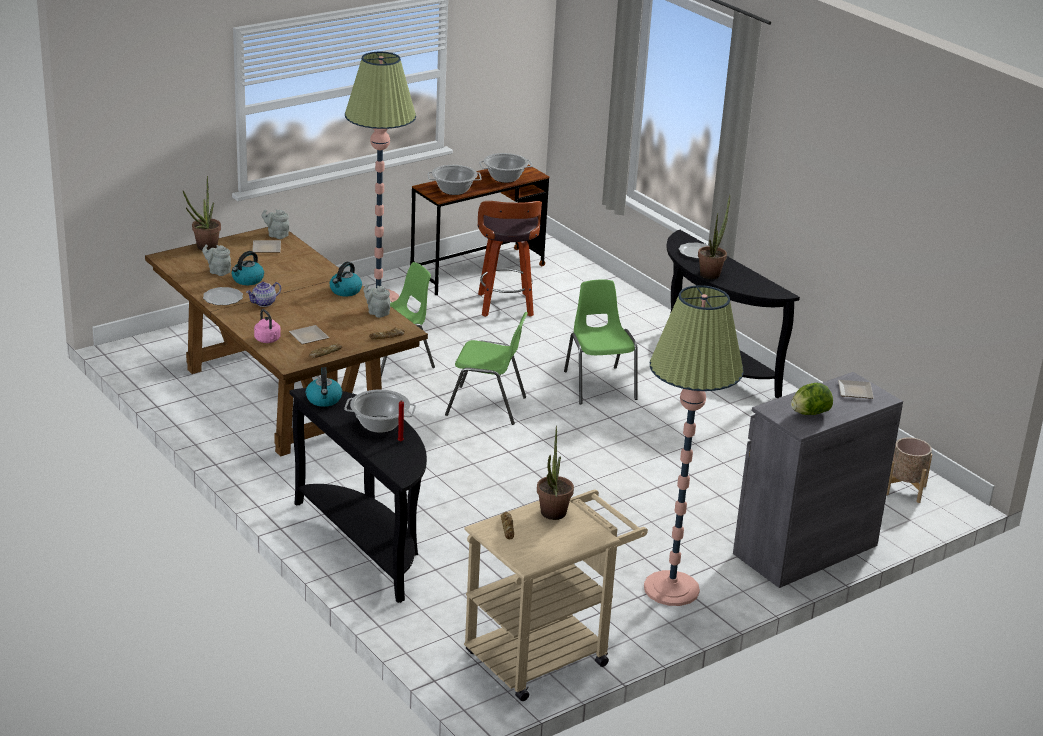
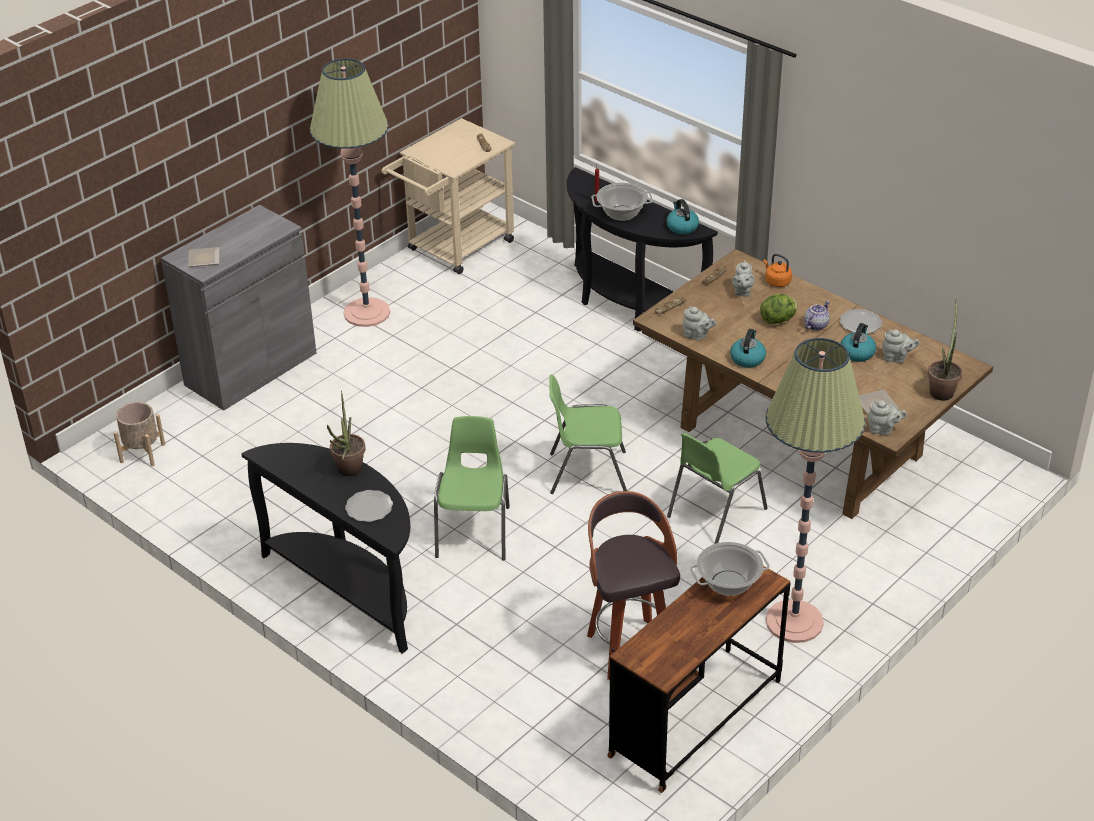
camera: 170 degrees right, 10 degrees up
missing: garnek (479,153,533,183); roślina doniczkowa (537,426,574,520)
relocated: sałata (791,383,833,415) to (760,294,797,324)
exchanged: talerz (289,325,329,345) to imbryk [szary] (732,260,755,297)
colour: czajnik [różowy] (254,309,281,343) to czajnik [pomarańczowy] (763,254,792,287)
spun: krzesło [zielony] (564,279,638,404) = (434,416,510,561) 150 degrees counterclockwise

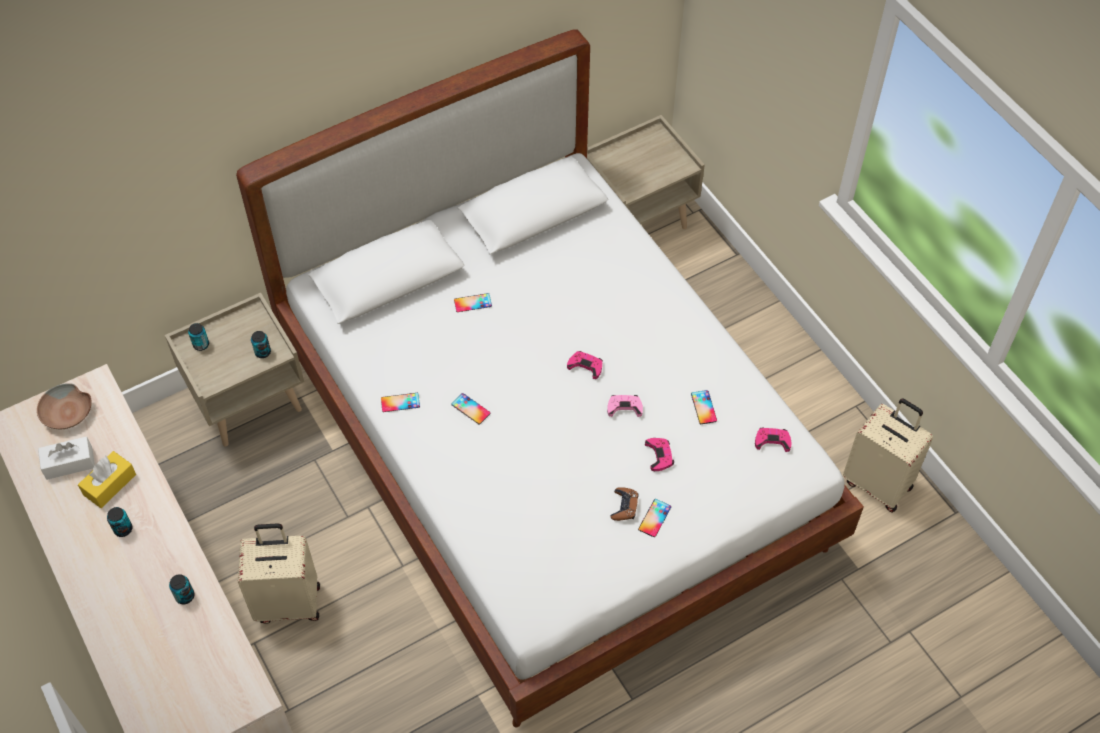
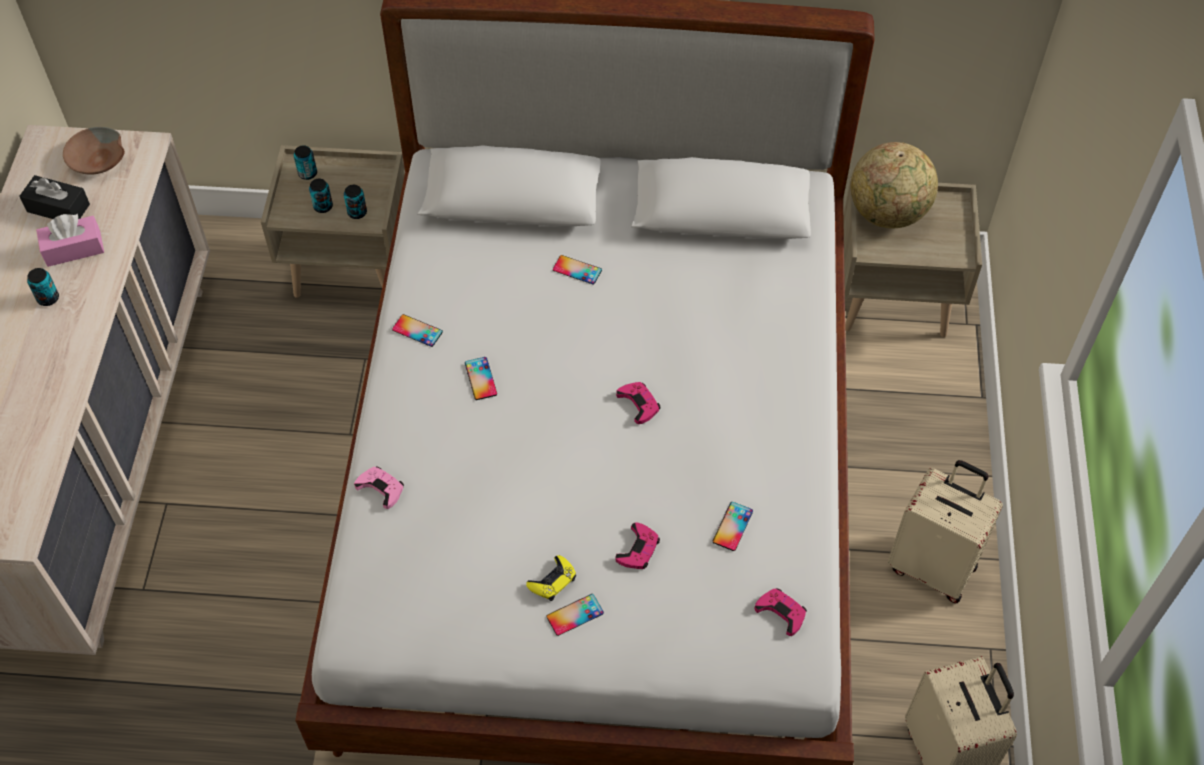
camera: 35 degrees right, 0 degrees up
appeared: globus (850,142,938,228)
relocated: puszka (169,574,194,604) to (309,179,333,213); pad do gier [różowy] (607,395,643,417) to (354,466,404,509); walizka [beżowy] (238,524,320,624) to (888,460,1003,603)
colour: pudełko chusteczek [biały] (38,436,95,480) to pudełko chusteczek [czarny] (19,175,90,219); pudełko chusteczek [żółty] (78,451,136,508) to pudełko chusteczek [różowy] (36,214,104,267); pad do gier [brązowy] (610,487,639,521) to pad do gier [żółty] (526,555,576,601)

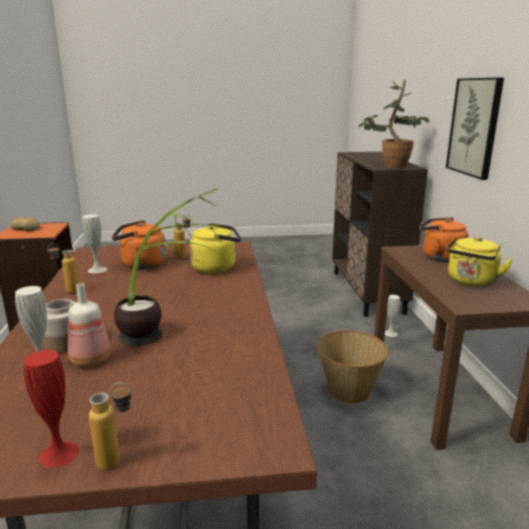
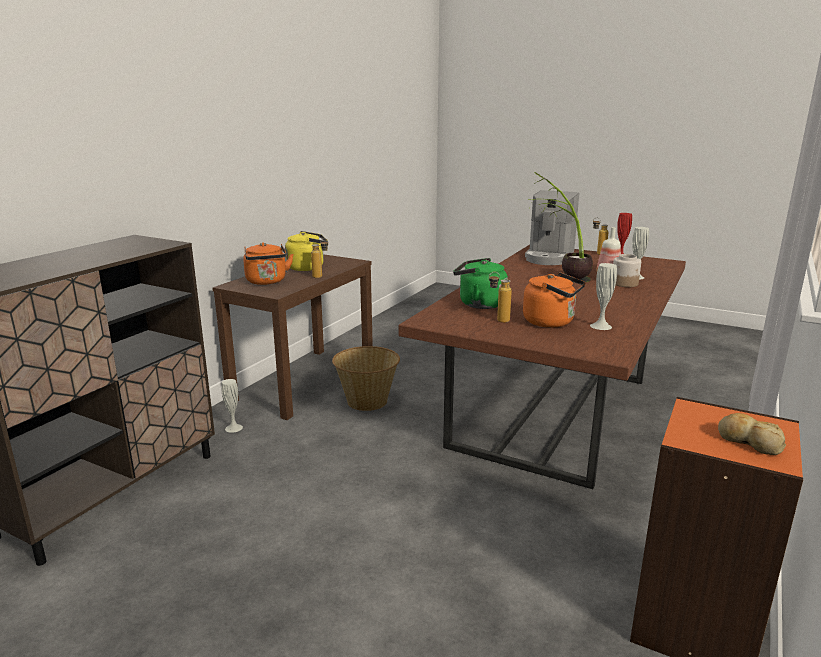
camera: 145 degrees left, 0 degrees up
missing: roślina doniczkowa (359,80,429,169); obraz (446,78,504,180)
appeared: ekspres do kawy (525,190,579,265)
relocated: butelka (47,243,79,293) to (311,238,328,278)
colour: czajnik [żółty] (190,223,241,273) to czajnik [zielony] (453,258,508,309)

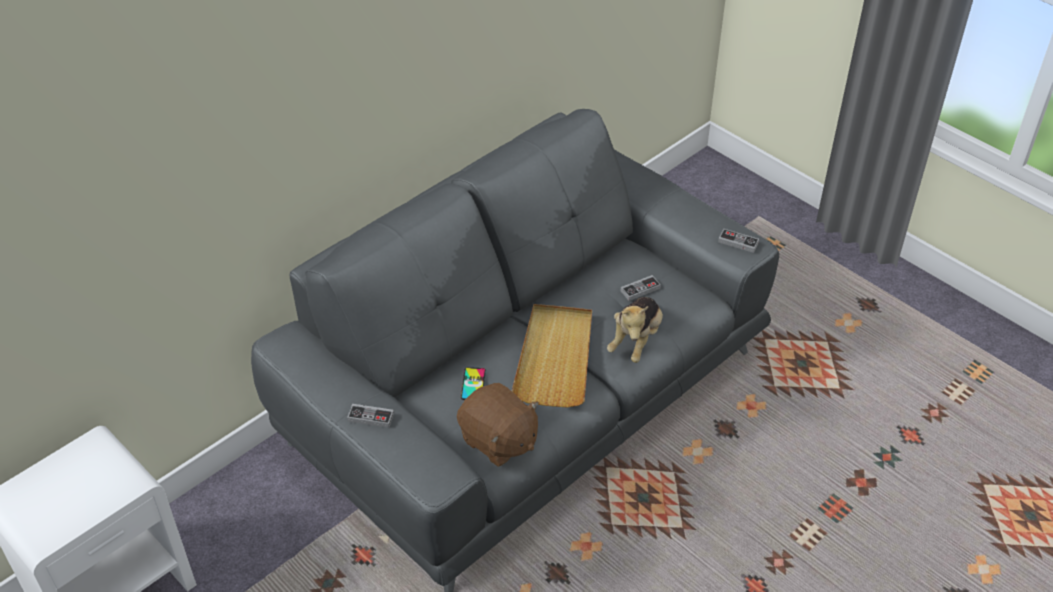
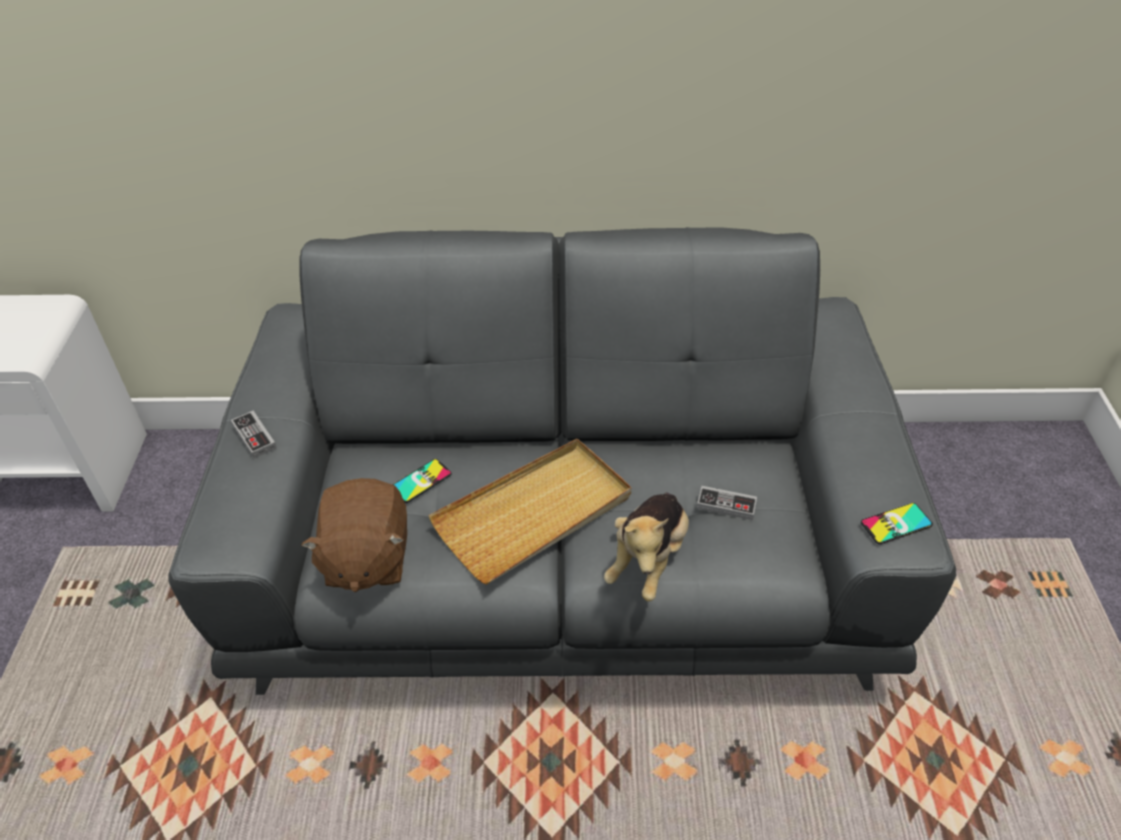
camera: 45 degrees right, 0 degrees up
exchanged: pad do gier (718,229,759,253) to telefon (861,503,933,544)
spun: pluszak (607,297,663,363) = (604,492,689,601) 45 degrees counterclockwise

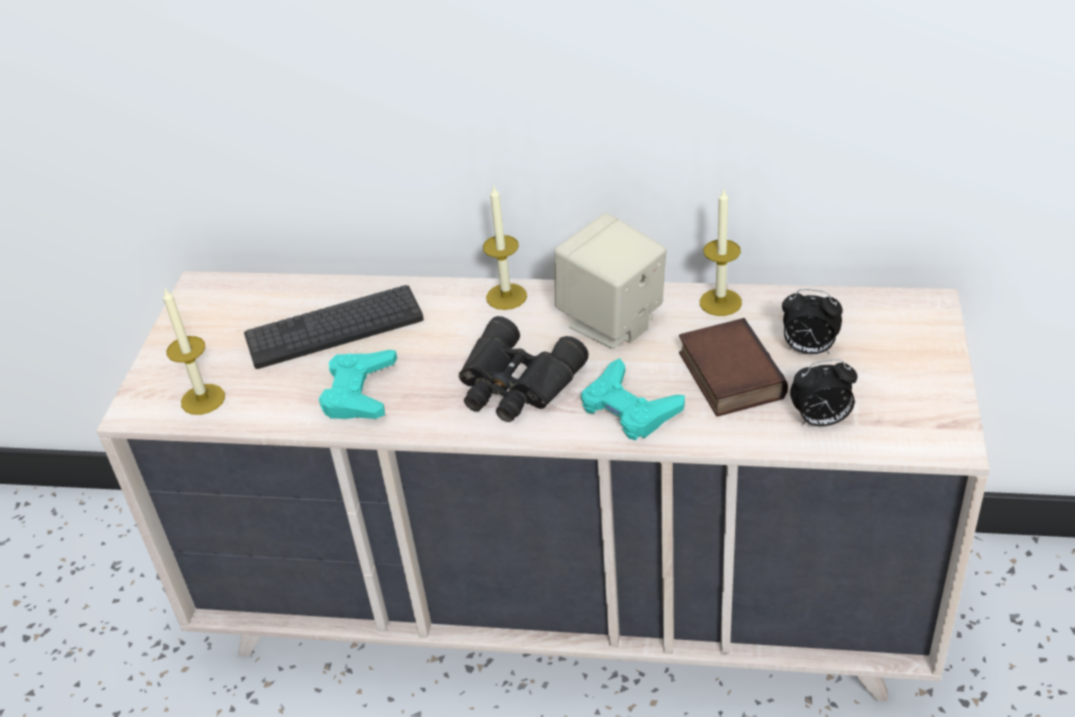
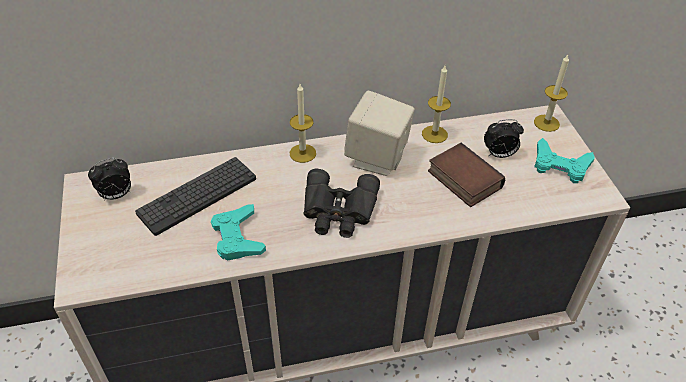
camera: 25 degrees left, 5 degrees up
relocated: budzik (790,359,858,427) to (88,158,131,201); świeca (163,287,225,415) to (534,55,569,132); pad do gier [turkusowy] (581,358,685,440) to (534,138,595,183)

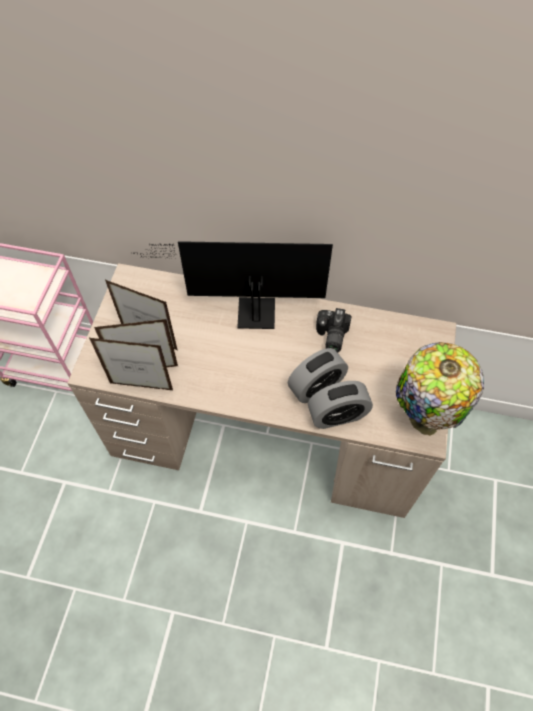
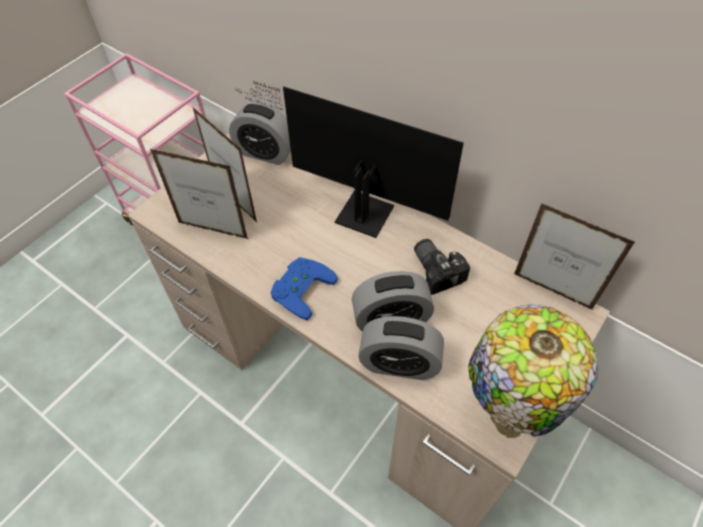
camera: 25 degrees right, 5 degrees down
appeared: budzik (229,102,291,165); pad do gier [niebieski] (270,257,338,320)
relocated: ramka na zdjęcie (89,338,174,391) to (514,203,635,310)
spun: aparat fotograficzny (316,308,352,353) = (414,239,470,295) 120 degrees clockwise

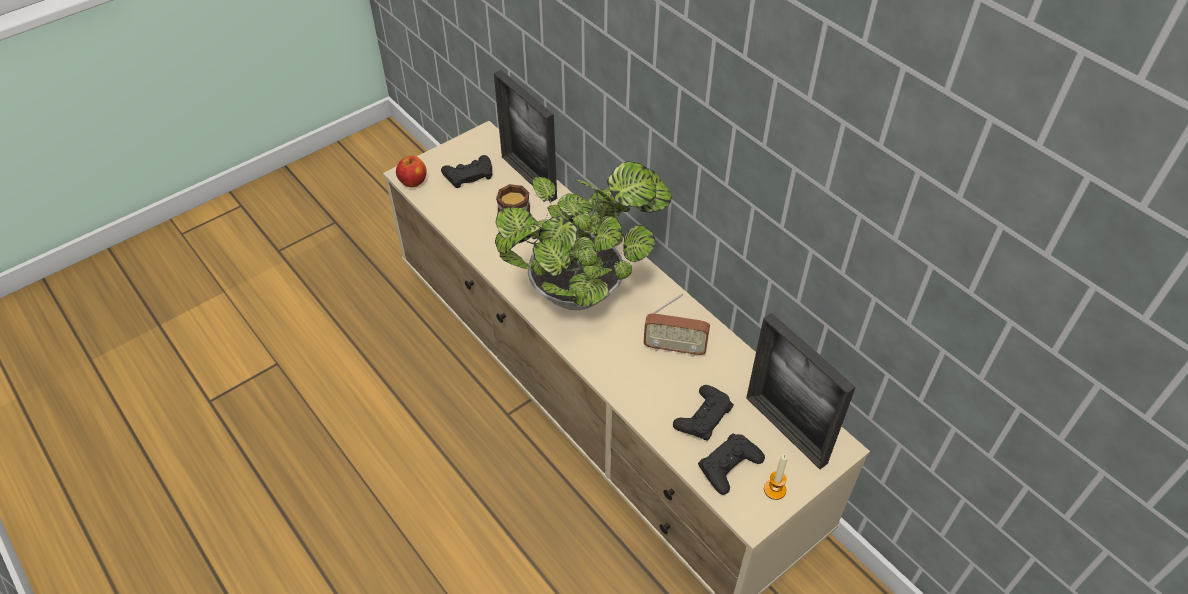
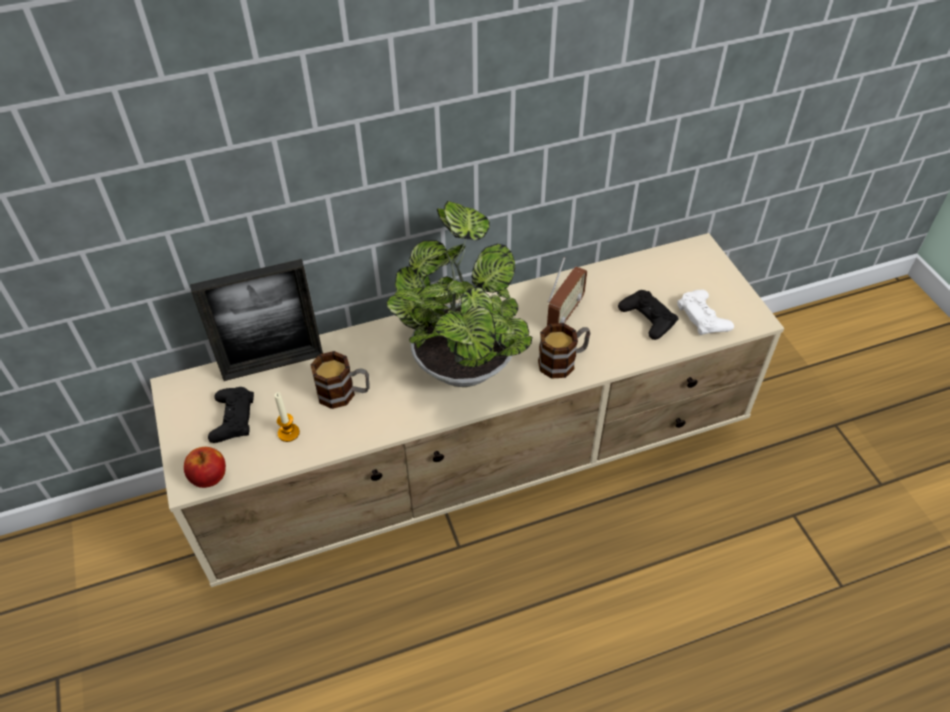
camera: 70 degrees left, 0 degrees up
missing: ramka na zdjęcie (746,313,856,469)
appeared: kubek (538,323,591,379)
relocated: świeca (764,454,788,500) to (274,392,300,442)
colour: pad do gier [czarny] (698,433,765,495) to pad do gier [biały] (677,289,734,335)

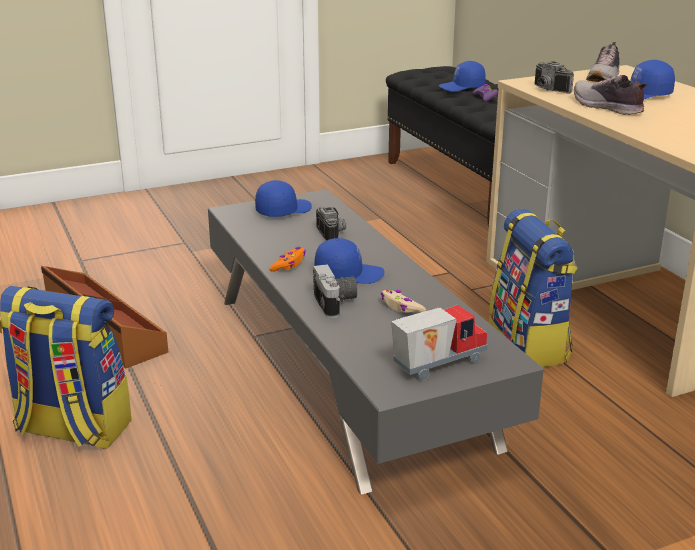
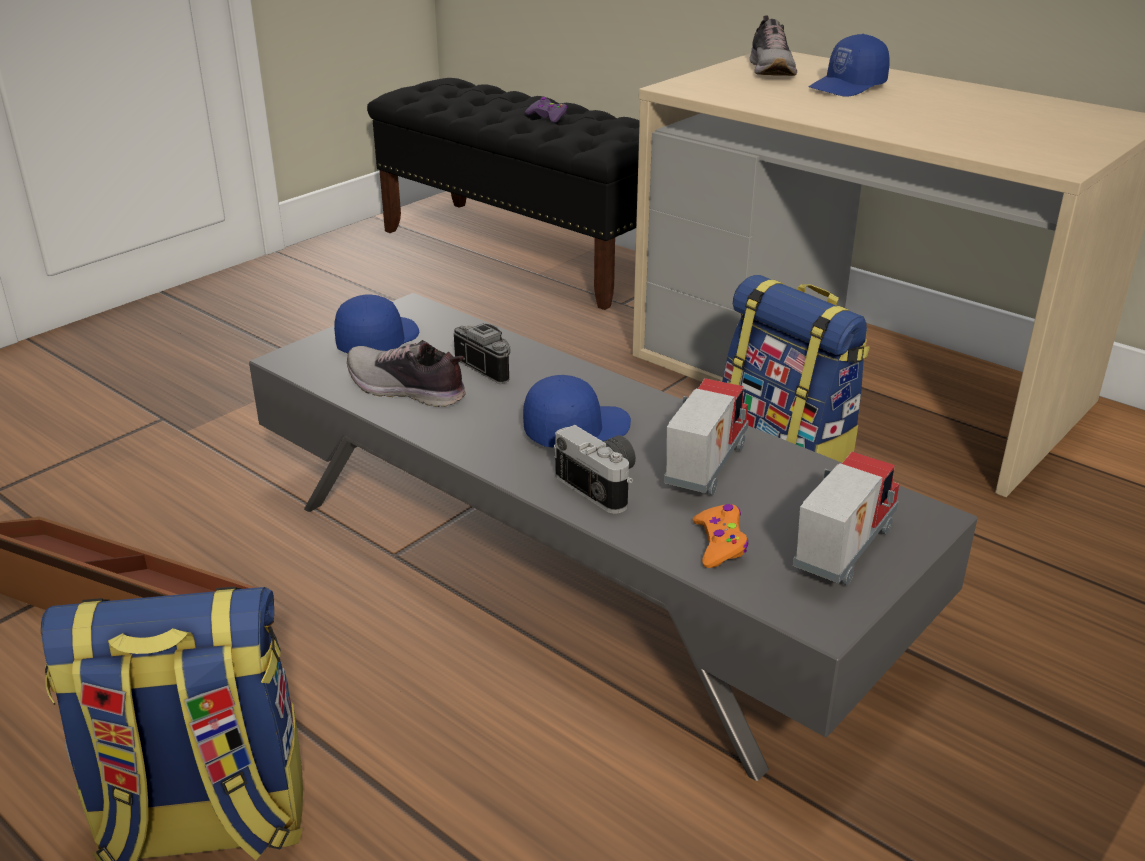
camera: 25 degrees left, 5 degrees up
missing: czapka z daszkiem [niebieski] (439,61,486,92); aparat fotograficzny (534,62,574,93)
relocated: but (574,75,648,115) to (347,340,466,407); pad do gier [pomarańczowy] (269,247,306,272) to (693,504,748,568)
exchanged: pad do gier [beżowy] (381,290,426,313) to ciężarówka zabawkowa (664,378,748,496)

